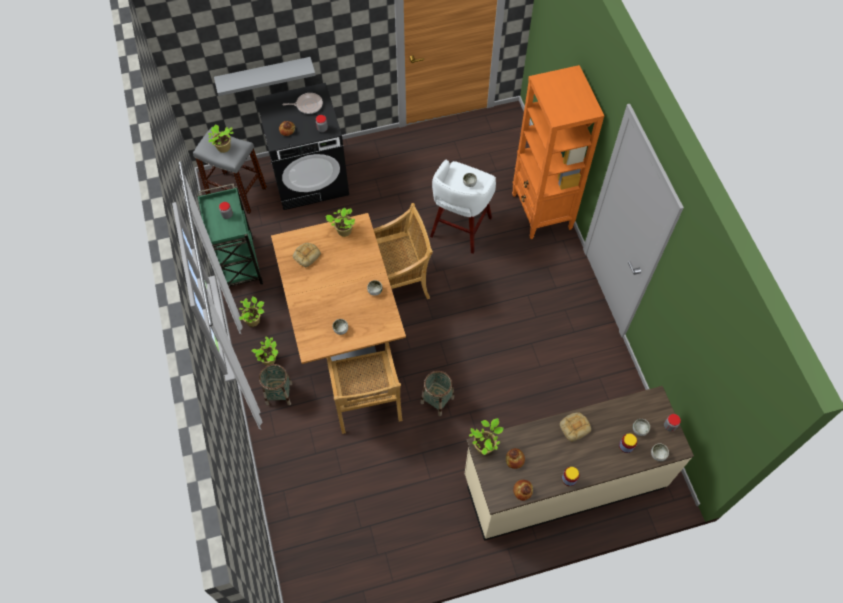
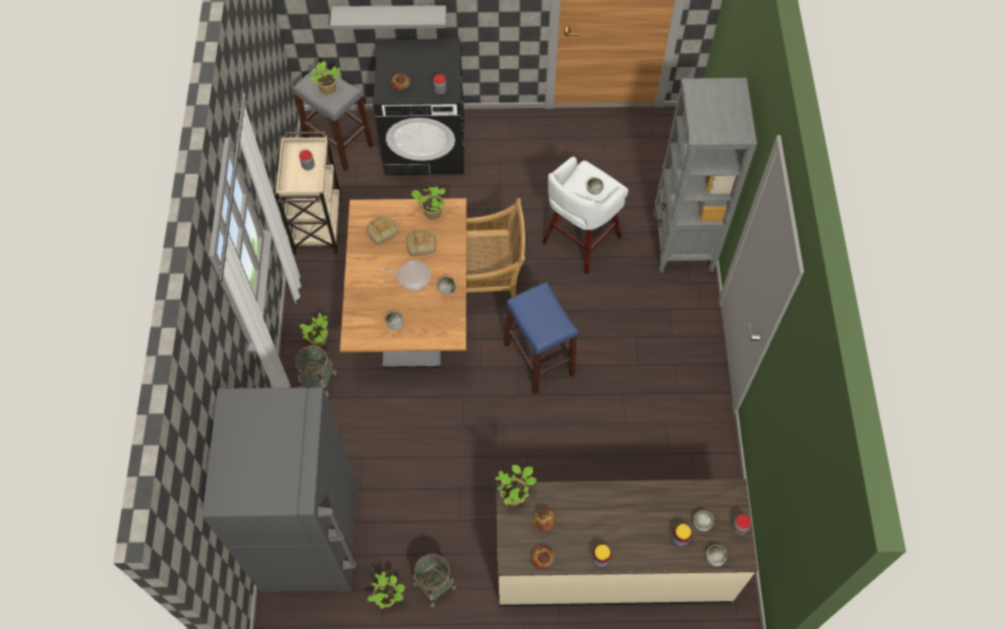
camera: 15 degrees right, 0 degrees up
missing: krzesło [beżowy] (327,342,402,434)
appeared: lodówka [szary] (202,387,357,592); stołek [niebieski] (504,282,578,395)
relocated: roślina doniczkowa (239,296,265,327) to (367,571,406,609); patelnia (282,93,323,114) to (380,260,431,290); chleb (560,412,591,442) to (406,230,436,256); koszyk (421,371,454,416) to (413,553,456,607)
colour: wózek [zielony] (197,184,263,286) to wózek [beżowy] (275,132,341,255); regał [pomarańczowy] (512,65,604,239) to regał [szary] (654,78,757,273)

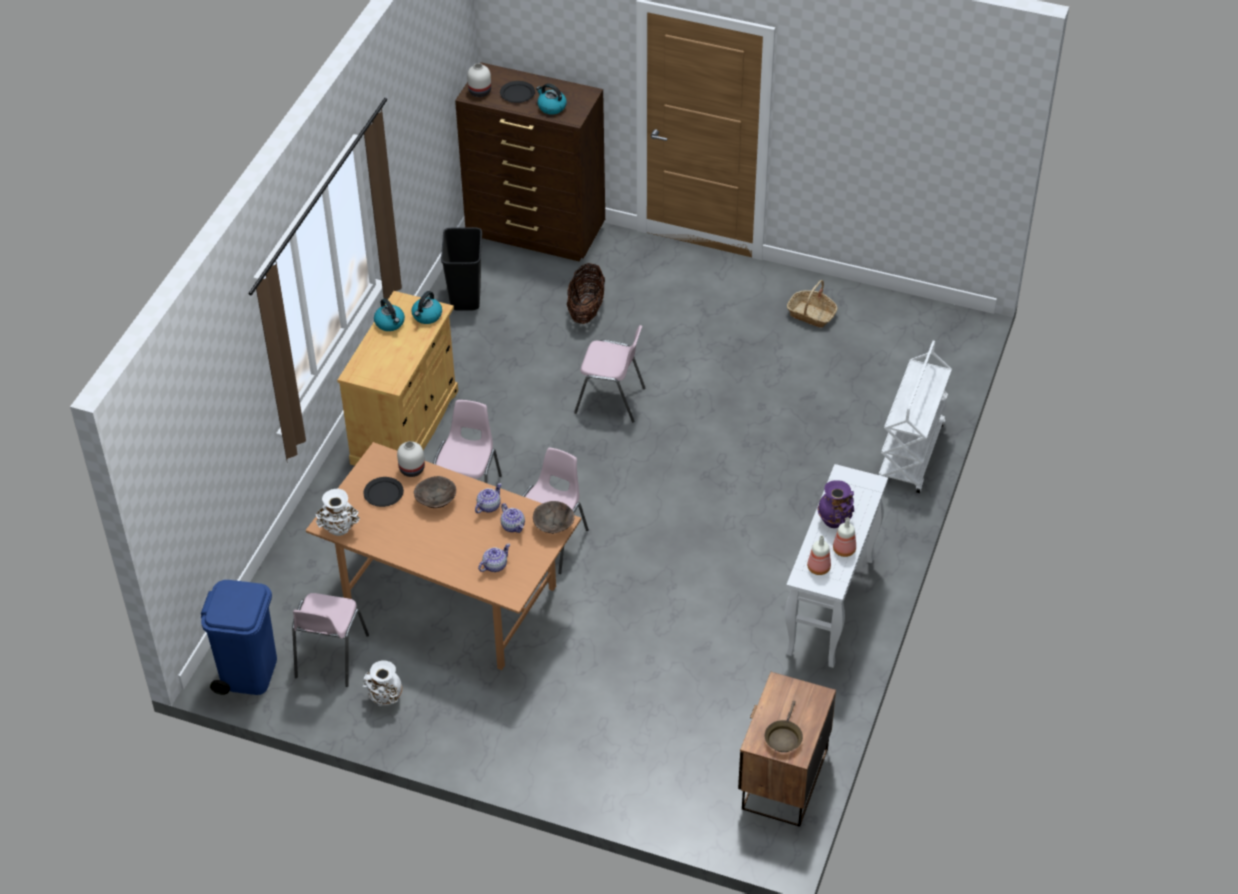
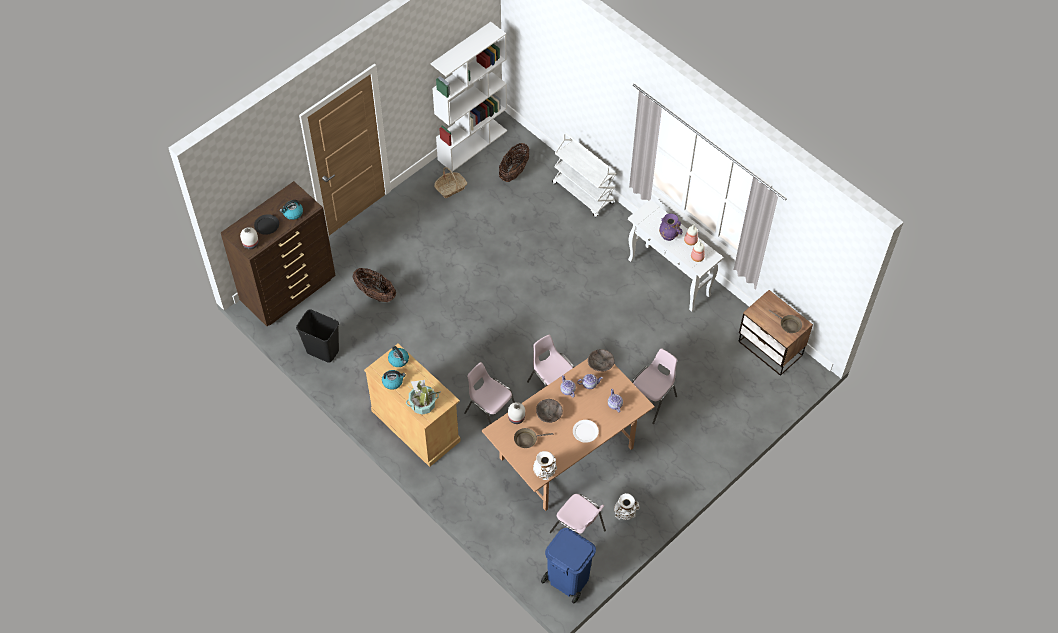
camera: 65 degrees left, 10 degrees up
appeared: roślina doniczkowa (406,380,441,415); regał [biały] (431,22,507,172); koszyk (499,143,529,182); talerz [biały] (573,420,599,443)
relocated: krzesło [różowy] (574,325,645,422) to (632,348,677,424)
exchanged: talerz [czarny] (363,477,404,507) to patelnia [brązowy] (514,428,553,448)

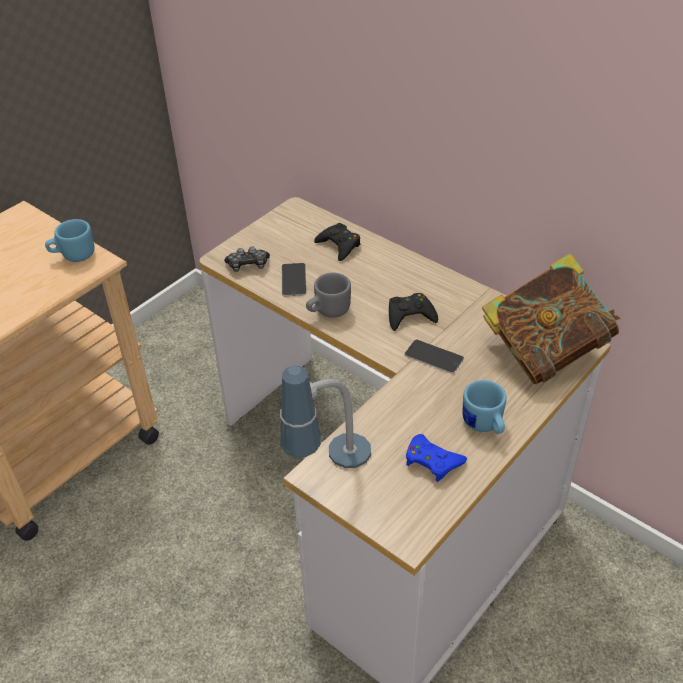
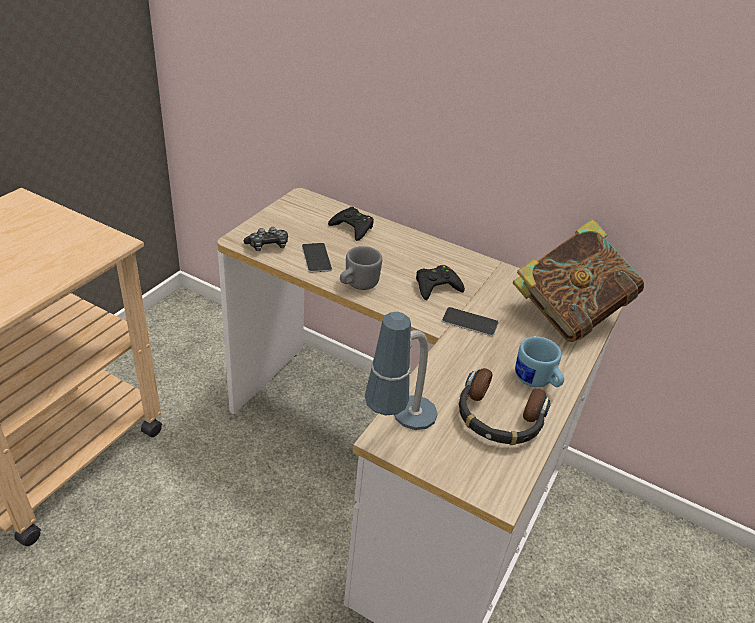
camera: 15 degrees left, 5 degrees down
missing: kubek [niebieski] (45,219,95,262)
exchanged: pad do gier [niebieski] (406,434,467,482) to słuchawki (459,368,551,445)

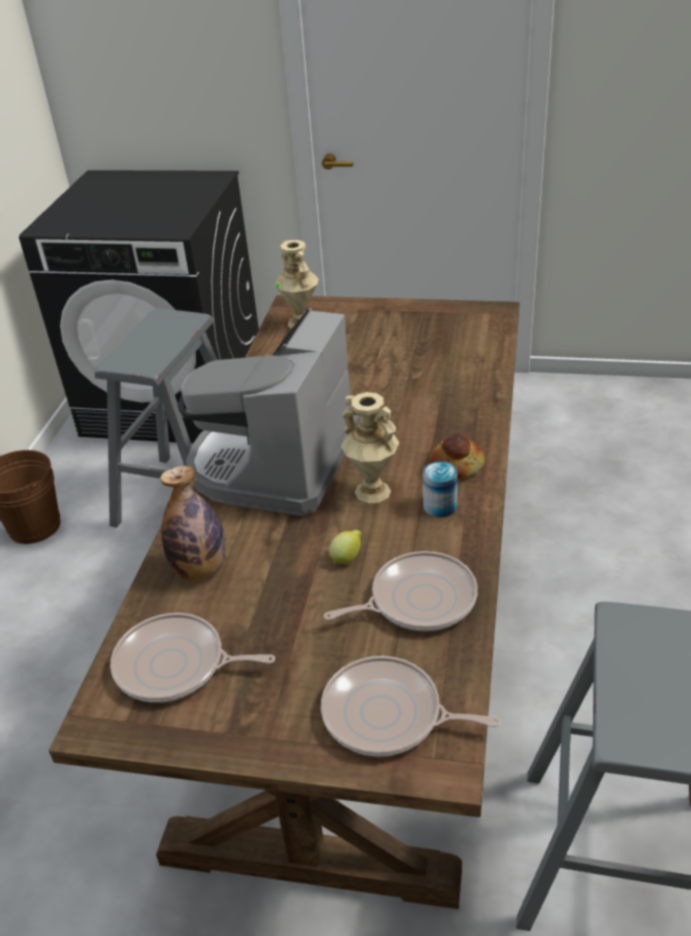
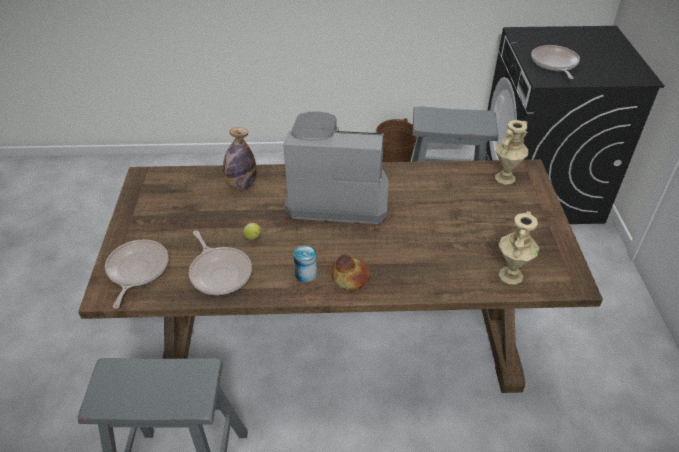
camera: 75 degrees right, 5 degrees up
relocated: wazon [beżowy] (341,392,399,503) to (498,211,539,285); patelnia (110,613,275,703) to (531,45,580,79)

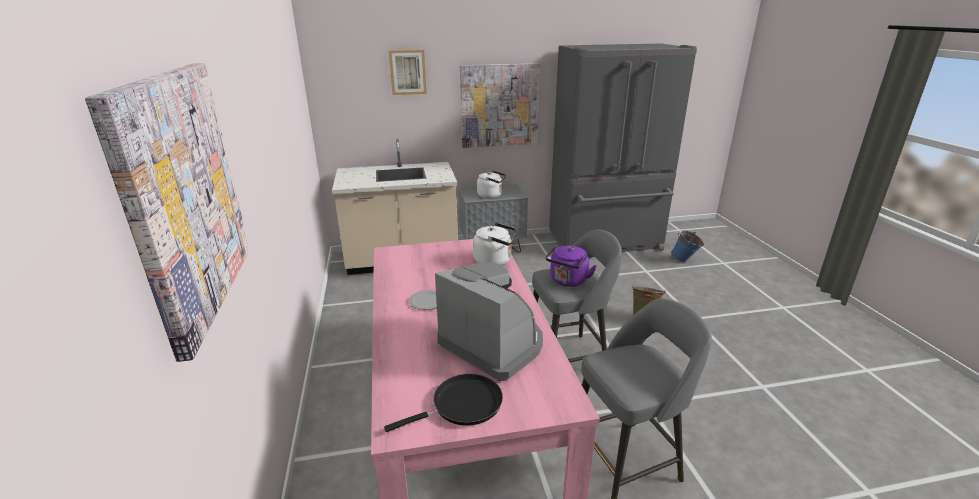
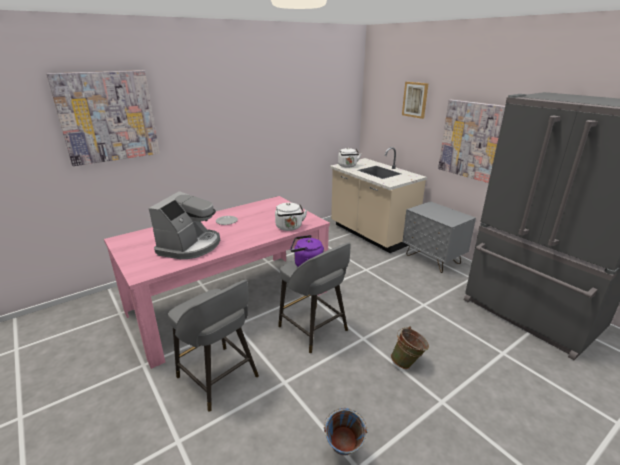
camera: 65 degrees right, 0 degrees up
missing: patelnia [czarny] (384,374,503,432)
relocated: wiadro [niebieski] (671,230,704,262) to (324,408,367,456); czajnik [biały] (477,170,506,199) to (338,148,361,167)

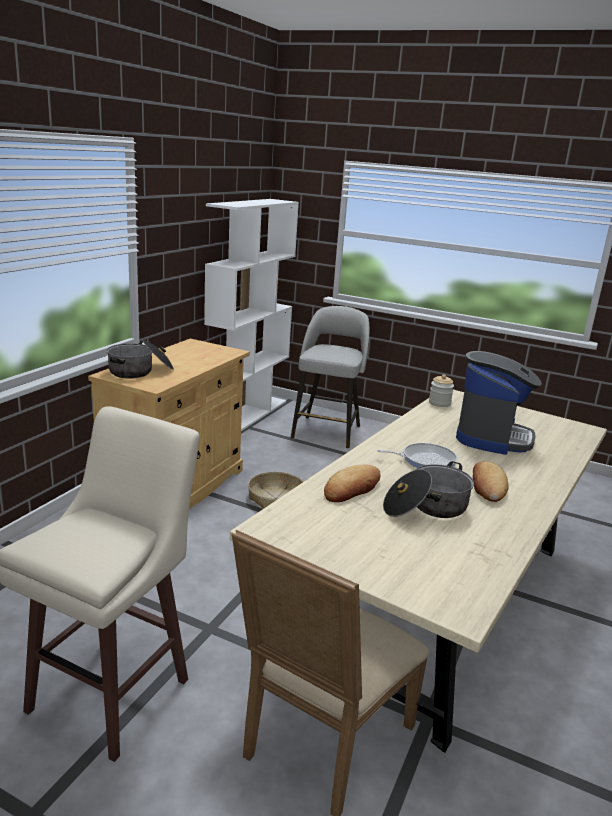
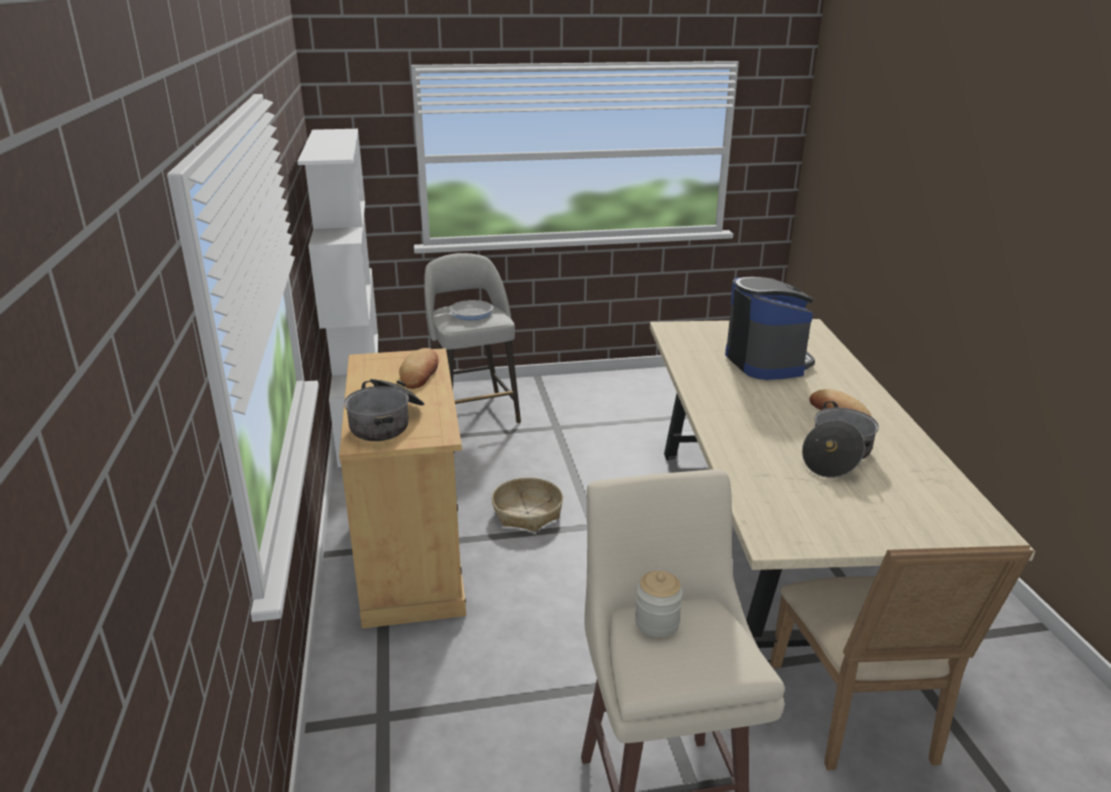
camera: 35 degrees left, 5 degrees up
relocated: chleb (324,465,381,502) to (399,348,438,389); patelnia (377,443,457,468) to (434,300,493,320); słoik (429,374,454,407) to (635,571,683,637)

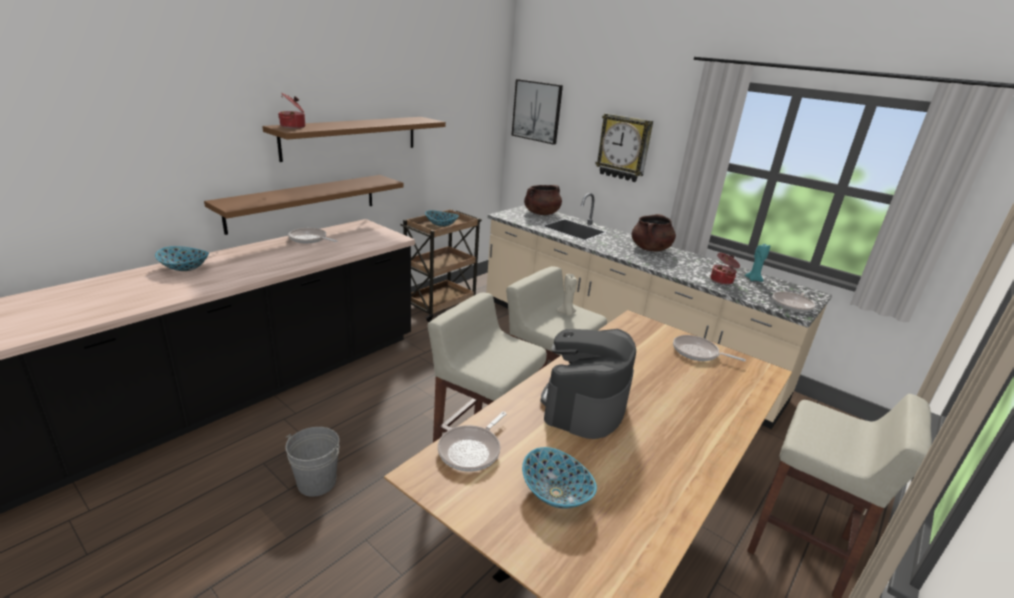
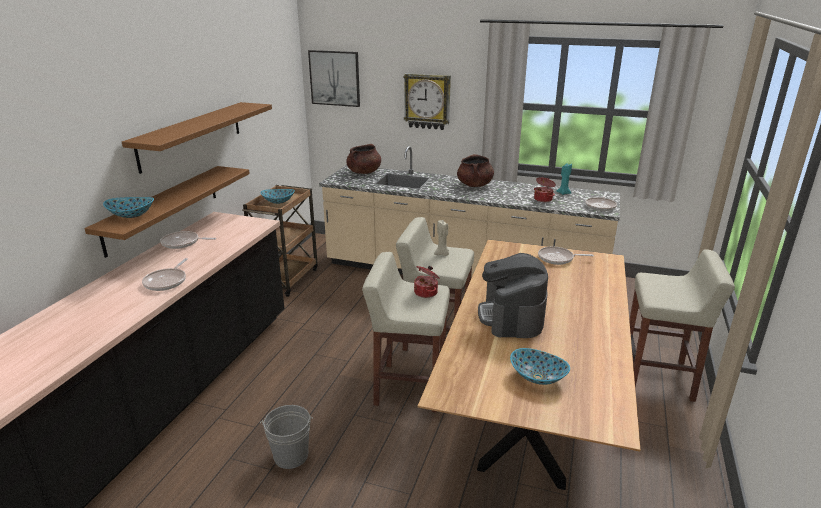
camera: 20 degrees left, 0 degrees up
relocated: miska (155,246,209,271) to (103,197,154,218); patelnia (438,412,507,472) to (142,258,188,291); garnek (278,93,305,129) to (414,266,439,298)

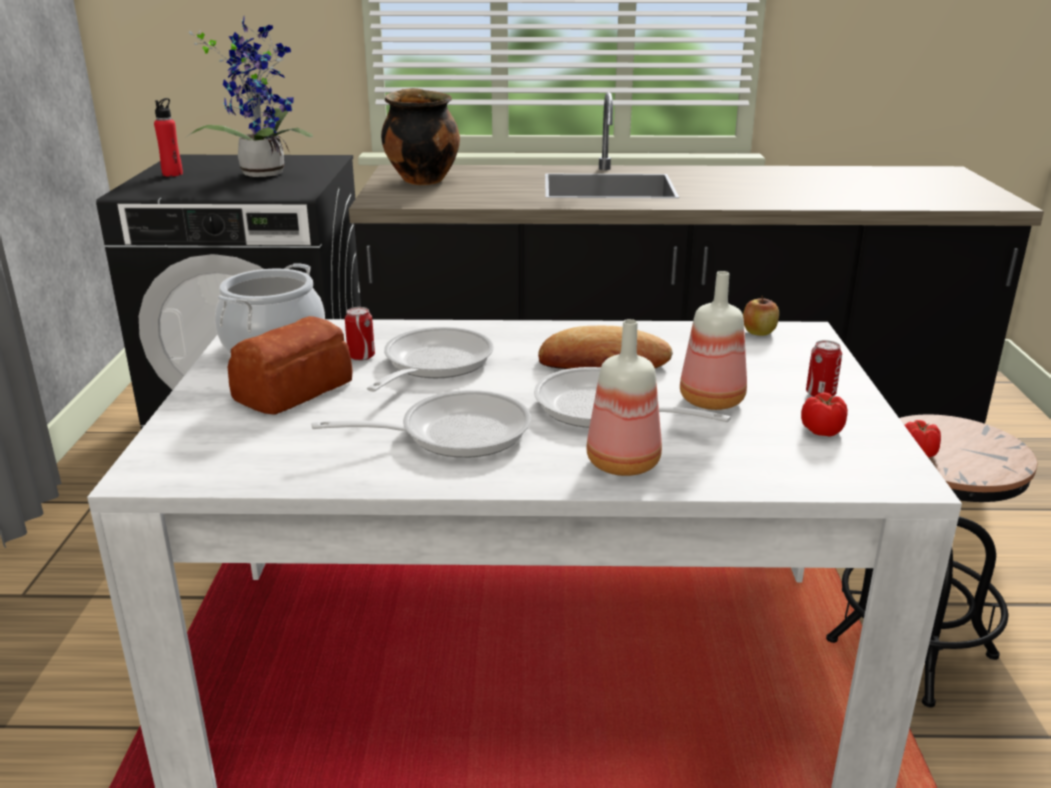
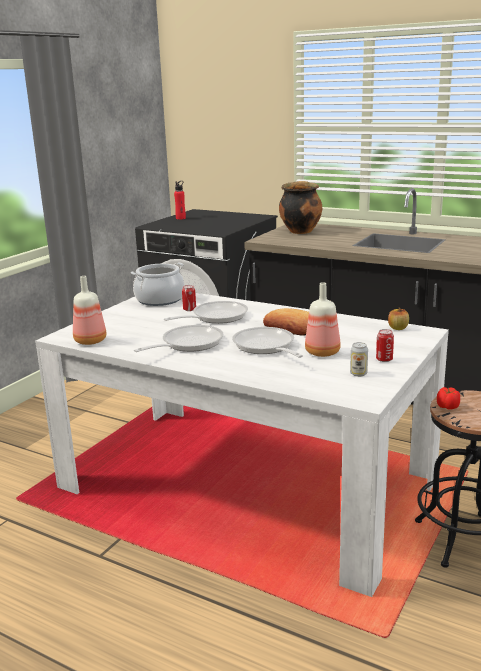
camera: 30 degrees right, 5 degrees down
missing: roślina doniczkowa (188,17,313,177); chleb (228,316,353,415)
relocated: butelka (586,319,662,476) to (73,276,106,345)
exchanged: pomidor (801,392,848,437) to puszka (350,342,368,377)
spun: patelnia (311,390,531,458) = (134,325,224,352) 60 degrees counterclockwise

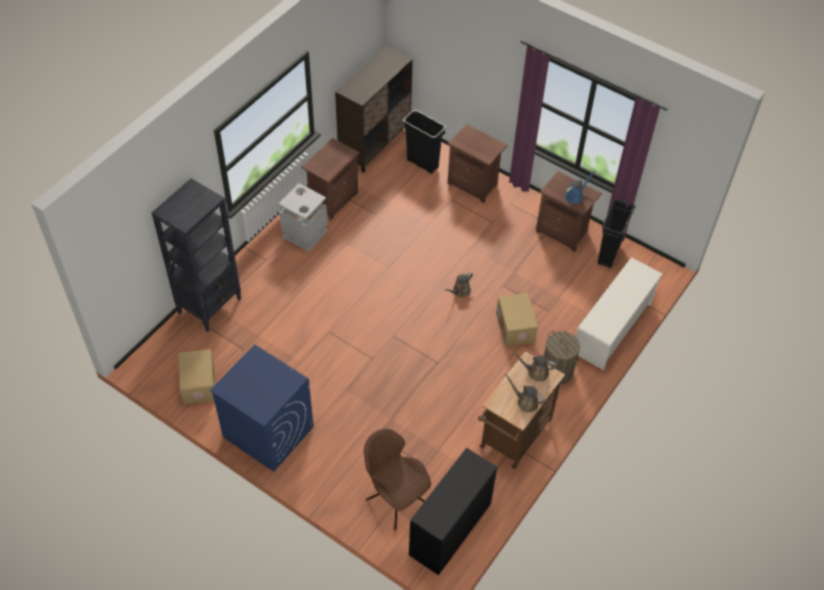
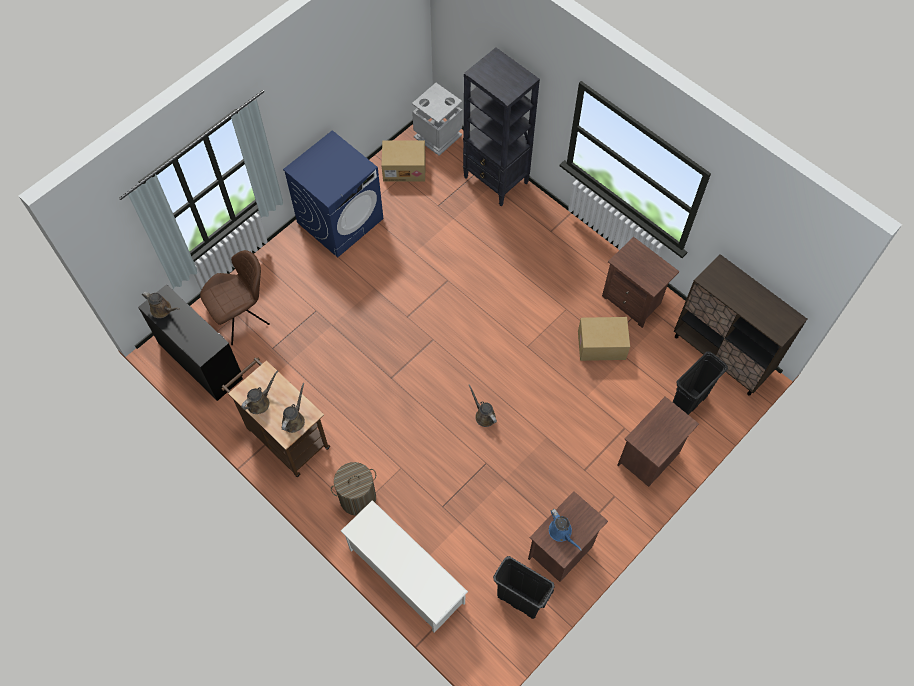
camera: 100 degrees right, 10 degrees up
appeared: konewka [brązowy] (142,291,180,318)
relocated: kosz na śmieci [szary] (278,183,328,252) to (412,83,462,156); karton (496,293,538,346) to (578,317,630,361)

